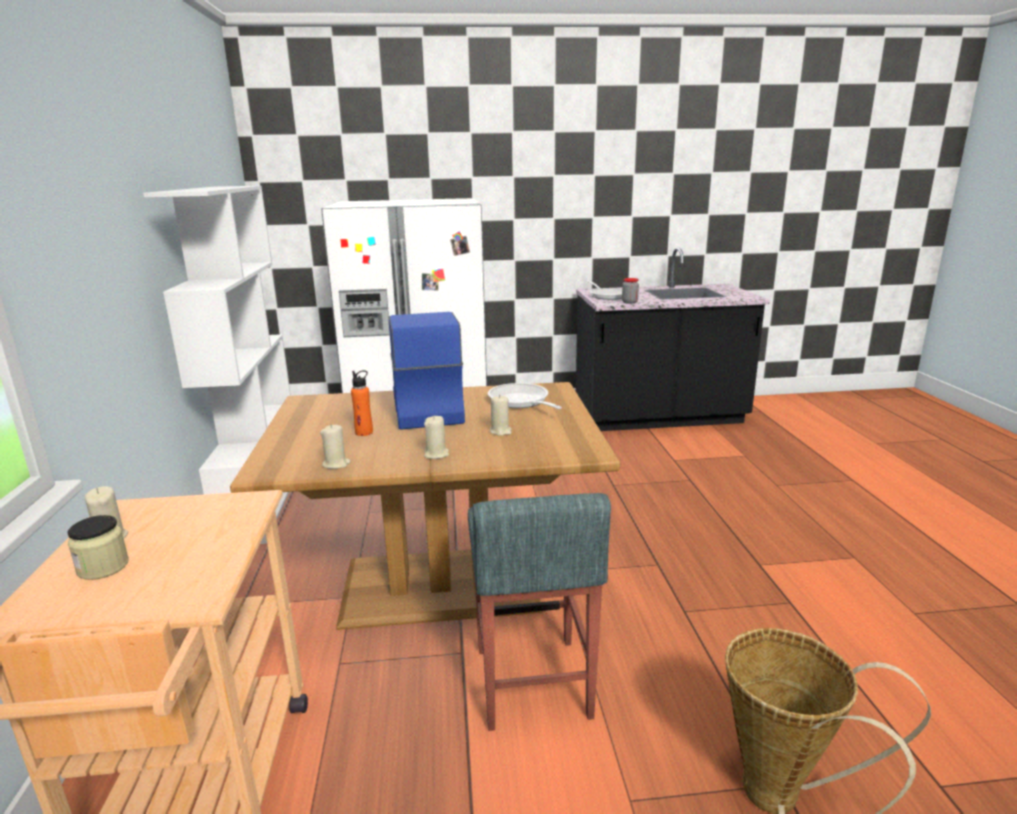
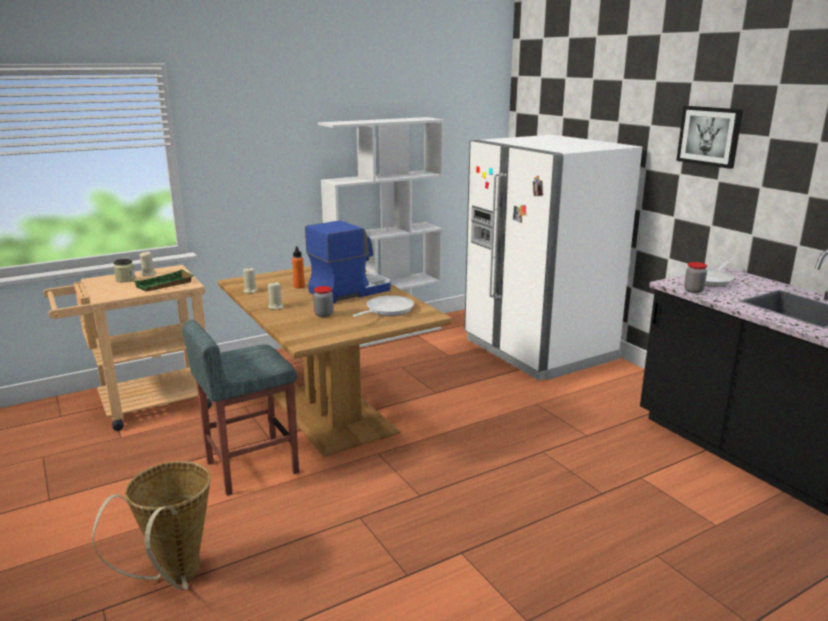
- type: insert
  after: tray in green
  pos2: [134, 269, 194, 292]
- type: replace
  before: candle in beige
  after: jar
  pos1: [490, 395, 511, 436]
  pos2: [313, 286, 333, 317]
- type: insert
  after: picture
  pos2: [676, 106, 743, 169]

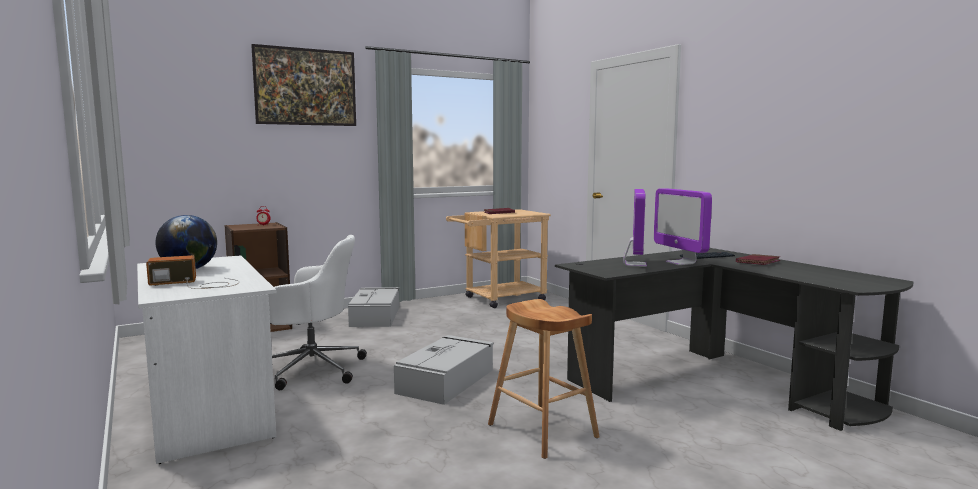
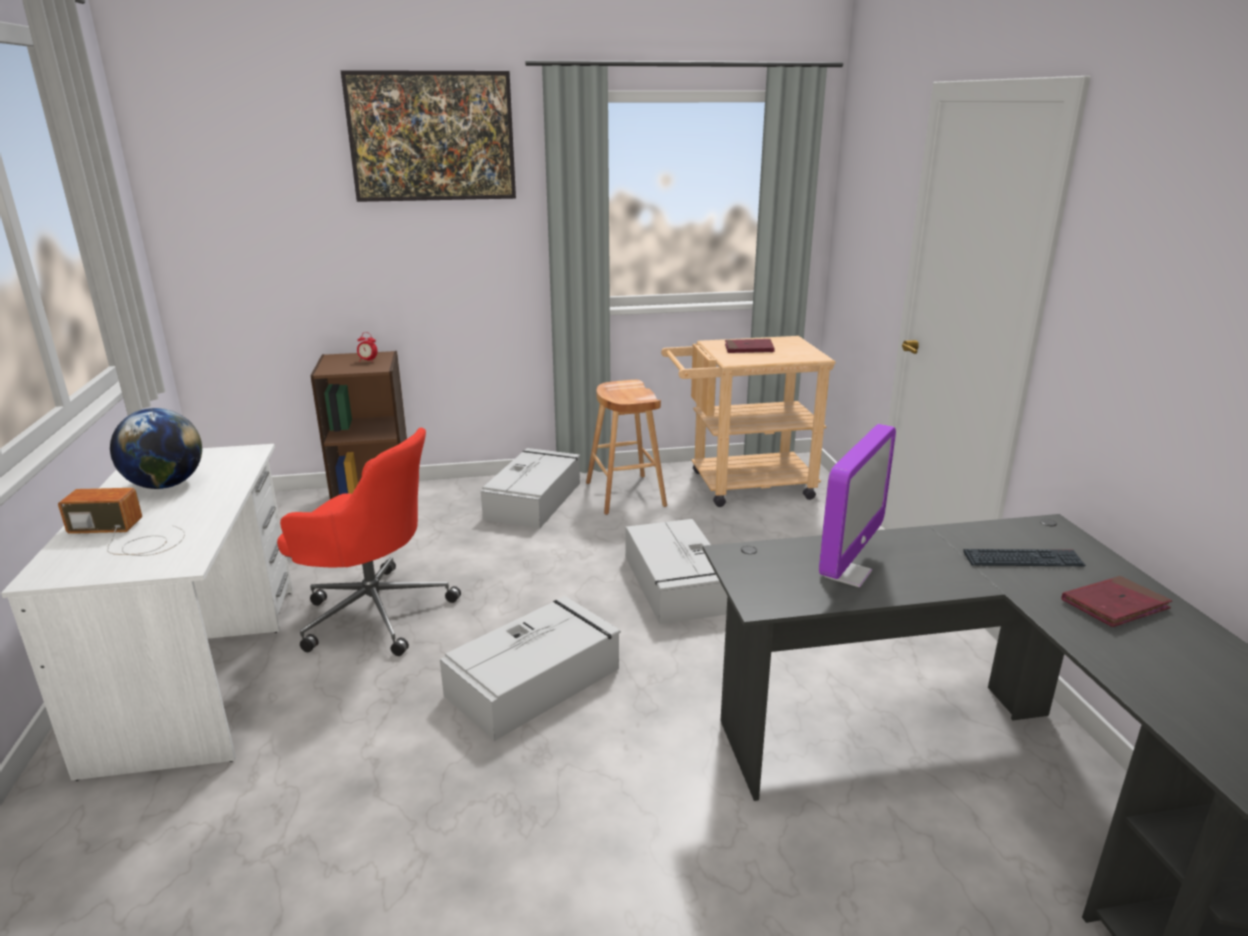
- type: recolor
  before: office chair in white
  after: office chair in red
  pos1: [268, 235, 367, 390]
  pos2: [277, 428, 461, 656]
- type: move
  before: stool in brown
  pos1: [488, 299, 600, 459]
  pos2: [586, 380, 667, 515]
- type: insert
  after: storage box in grey
  pos2: [626, 519, 727, 624]
- type: delete
  before: monitor
  pos1: [654, 188, 712, 265]

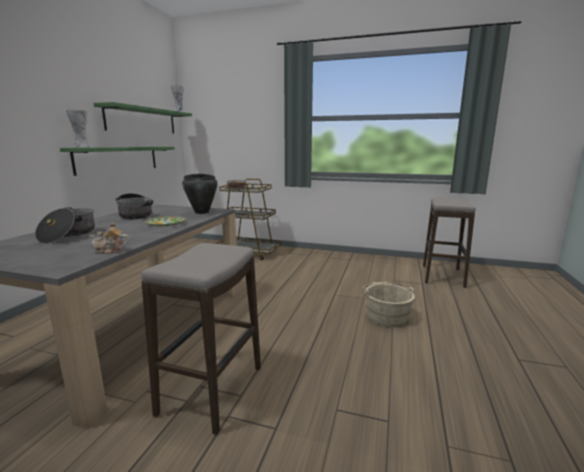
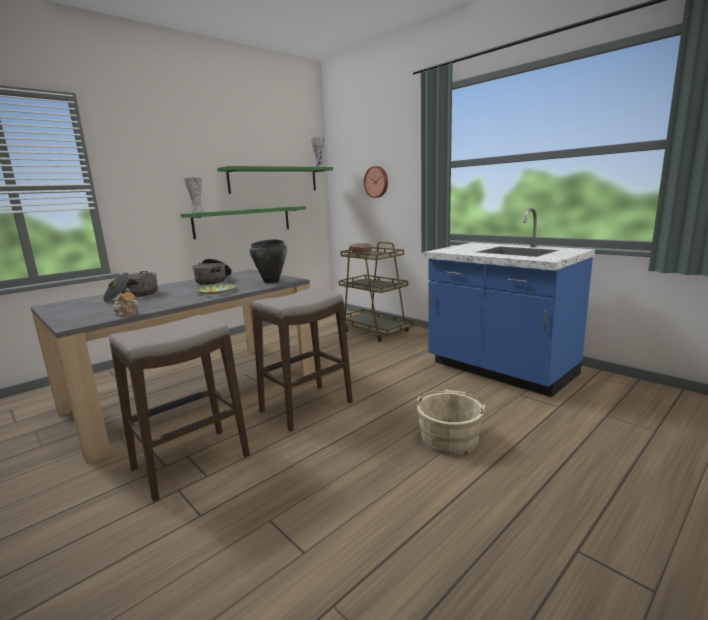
- type: move
  before: stool
  pos1: [423, 198, 476, 288]
  pos2: [252, 288, 353, 432]
- type: insert
  after: wall clock
  pos2: [364, 166, 388, 198]
- type: insert
  after: counter in blue
  pos2: [424, 208, 595, 397]

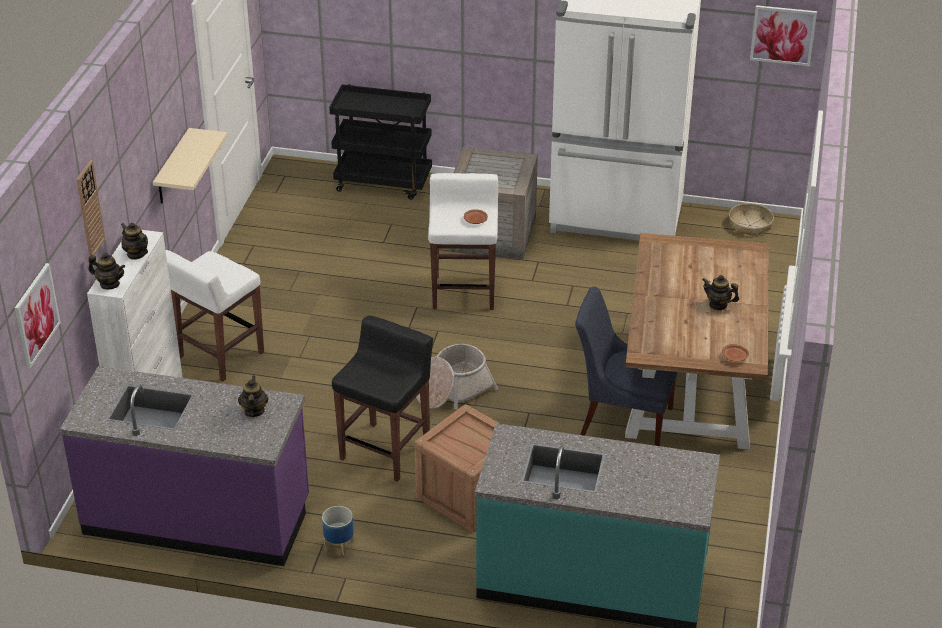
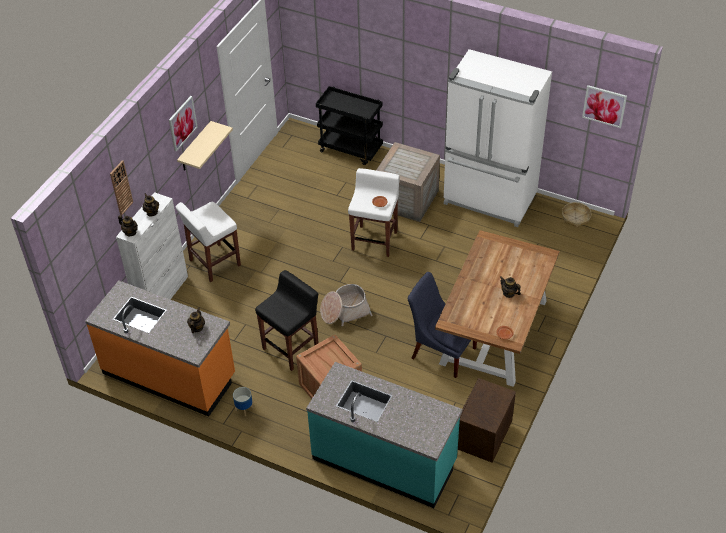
- type: recolor
  before: counter in purple
  after: counter in orange
  pos1: [60, 366, 309, 566]
  pos2: [85, 280, 235, 416]
- type: move
  before: picture
  pos1: [15, 263, 61, 368]
  pos2: [169, 96, 197, 152]
- type: insert
  after: nightstand in brown
  pos2: [458, 378, 516, 463]

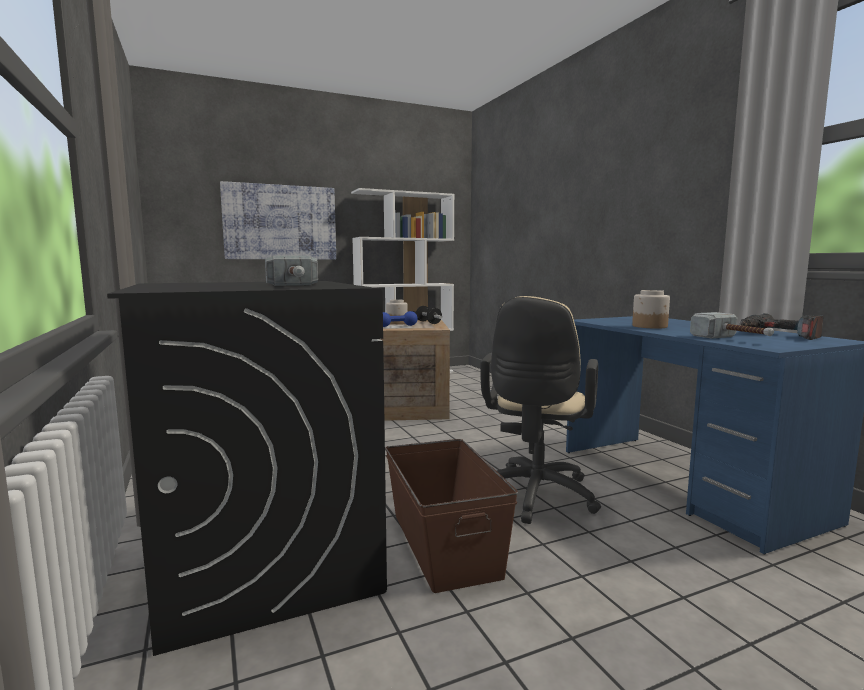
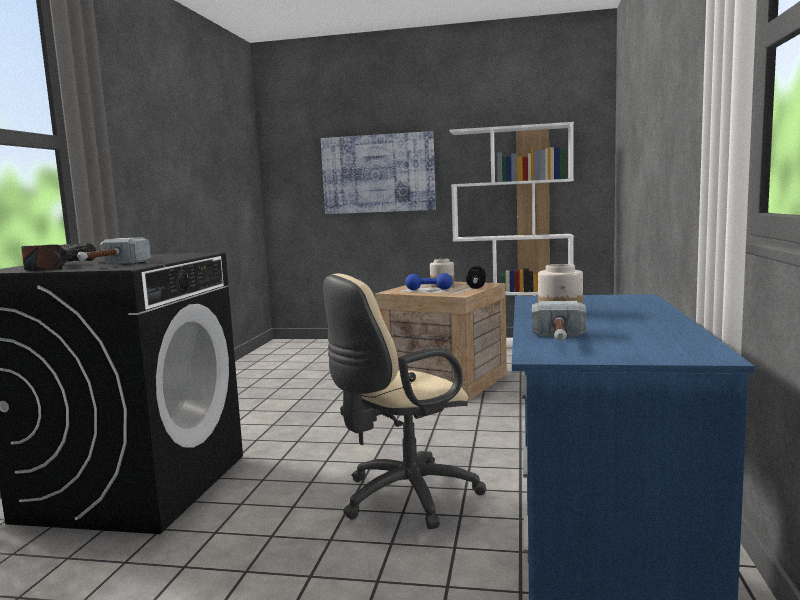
- type: move
  before: power drill
  pos1: [740, 313, 823, 340]
  pos2: [21, 243, 96, 270]
- type: delete
  before: storage box in brown
  pos1: [385, 439, 518, 593]

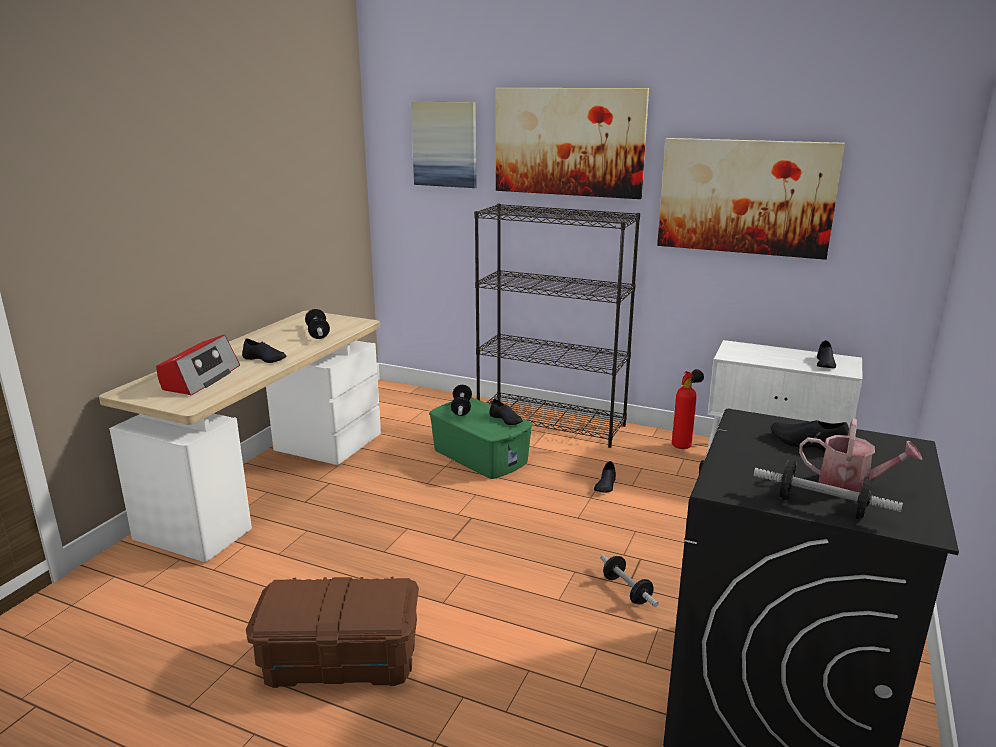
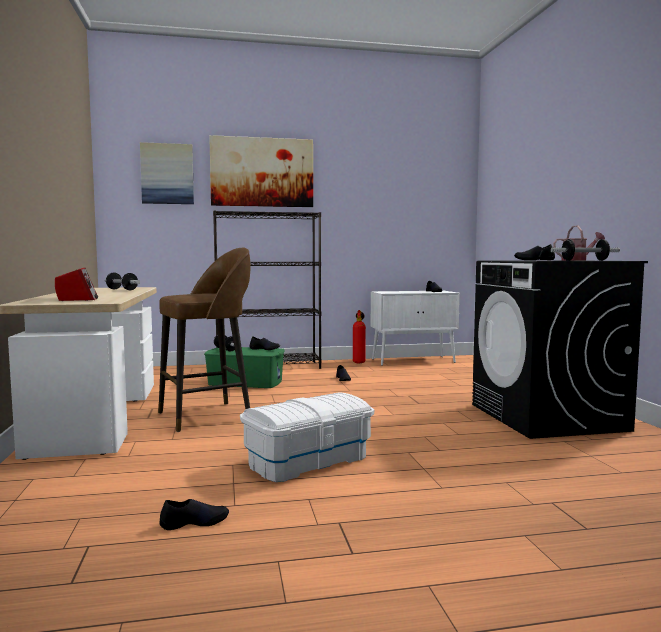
- type: insert
  after: stool in brown
  pos2: [158, 248, 251, 432]
- type: move
  before: shoe in black
  pos1: [242, 338, 286, 363]
  pos2: [159, 499, 229, 530]
- type: recolor
  before: storage box in brown
  after: storage box in white
  pos1: [246, 577, 419, 688]
  pos2: [240, 392, 374, 482]
- type: delete
  before: dumbbell
  pos1: [600, 554, 659, 607]
- type: delete
  before: picture
  pos1: [657, 138, 845, 260]

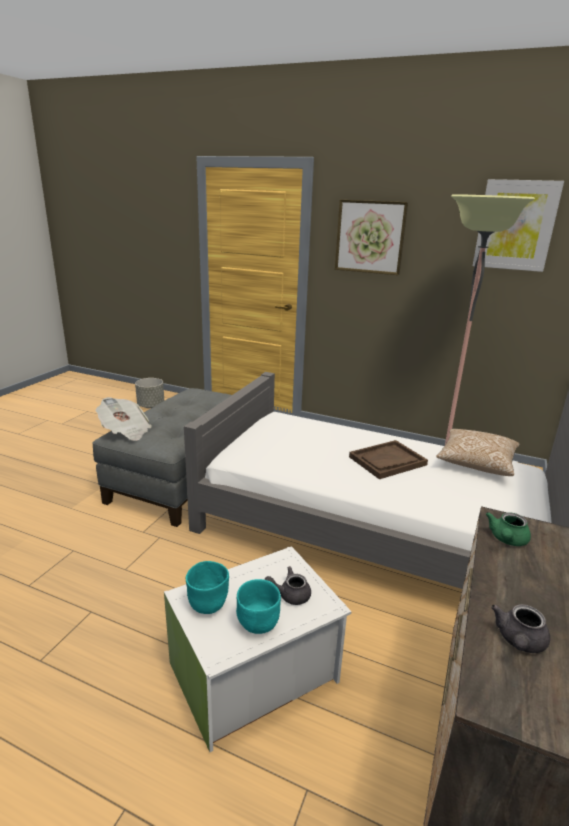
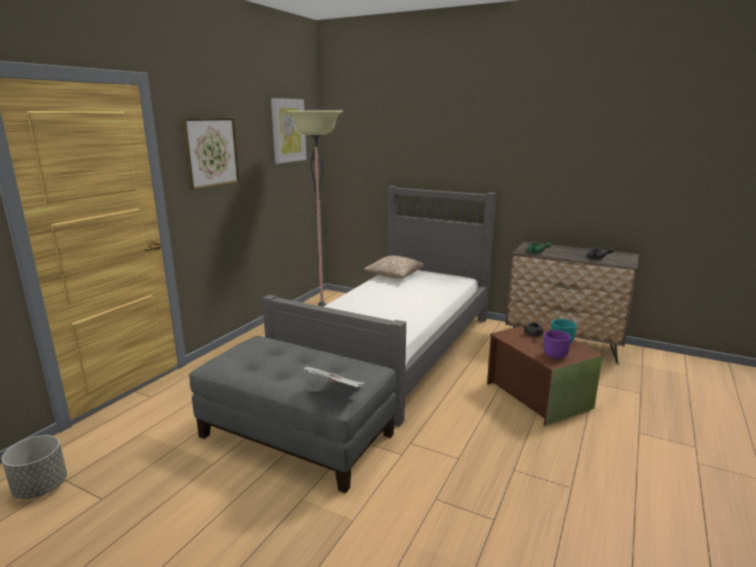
- type: recolor
  before: storage box in white
  after: storage box in brown
  pos1: [164, 546, 352, 752]
  pos2: [487, 324, 603, 426]
- type: recolor
  before: bowl in turquoise
  after: bowl in purple
  pos1: [186, 561, 229, 614]
  pos2: [544, 330, 571, 359]
- type: delete
  before: tray in brown
  pos1: [349, 440, 428, 479]

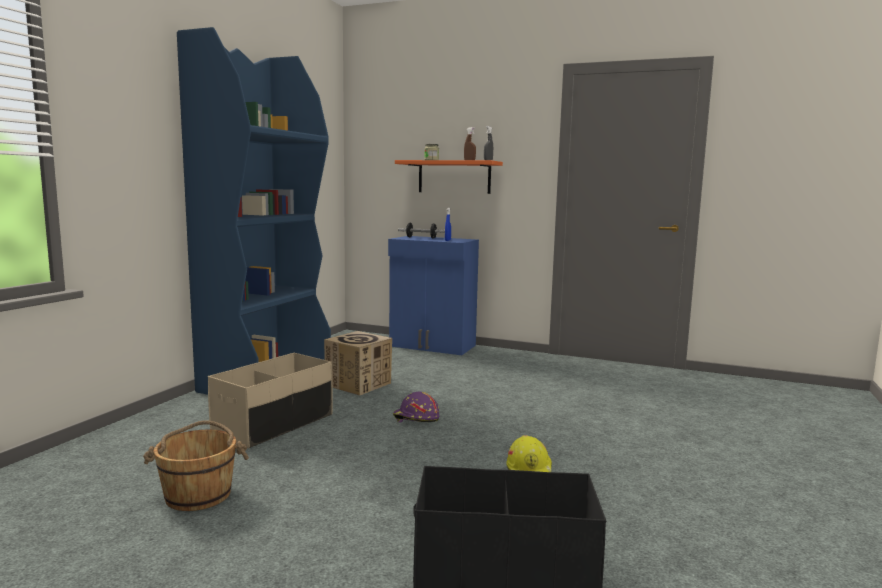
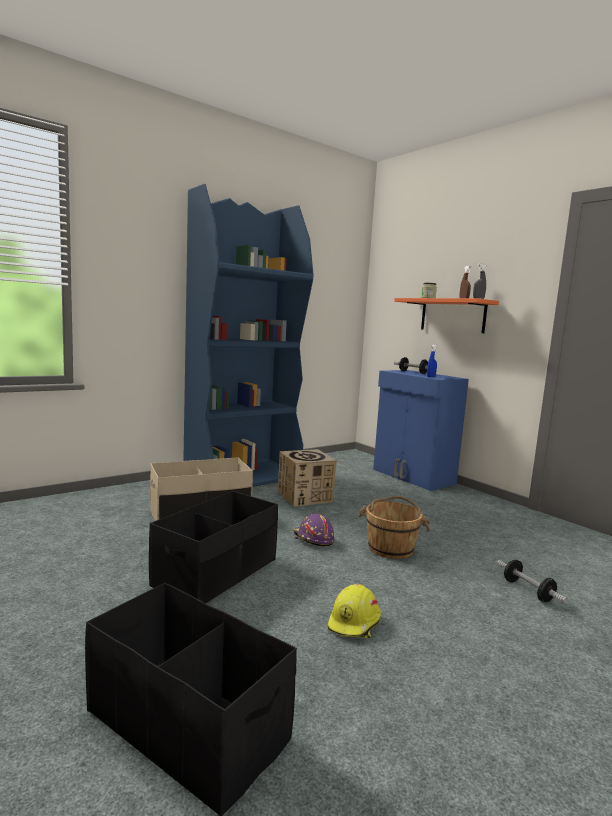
- type: insert
  after: storage box in black
  pos2: [149, 491, 278, 603]
- type: move
  before: bucket in brown
  pos1: [143, 420, 249, 511]
  pos2: [359, 496, 430, 559]
- type: insert
  after: dumbbell
  pos2: [497, 560, 567, 603]

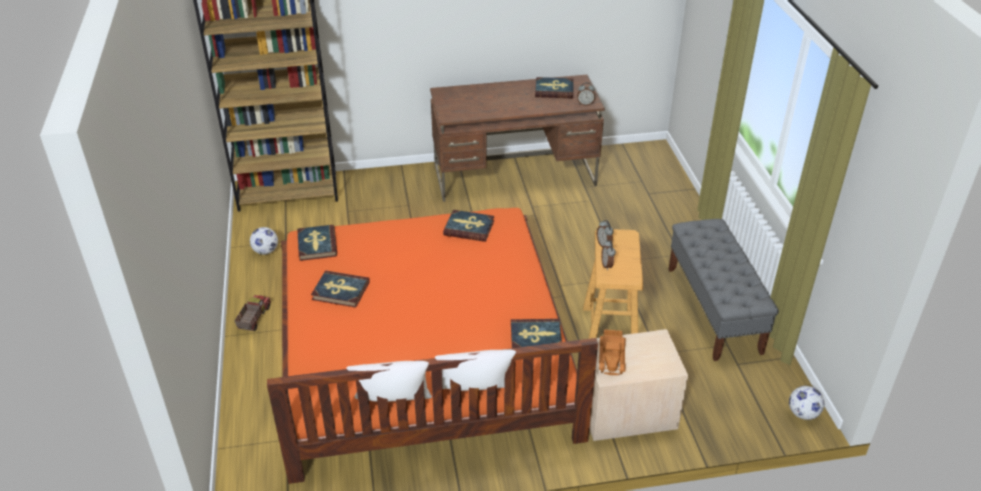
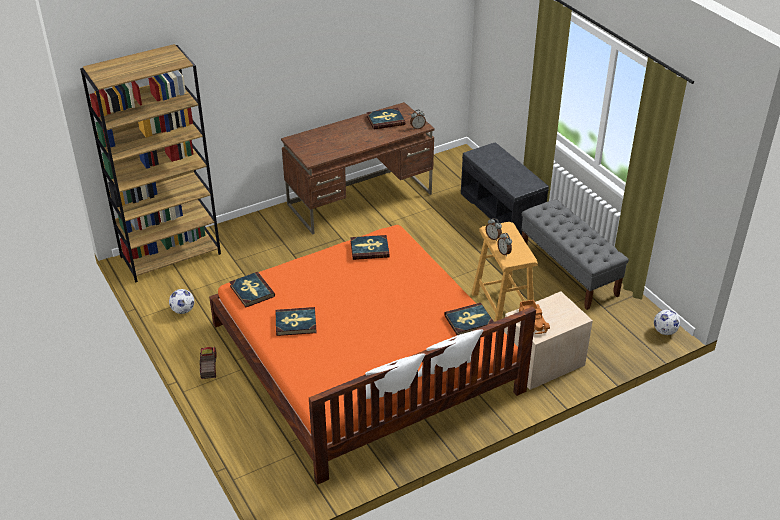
- type: insert
  after: bench in grey
  pos2: [461, 142, 549, 235]

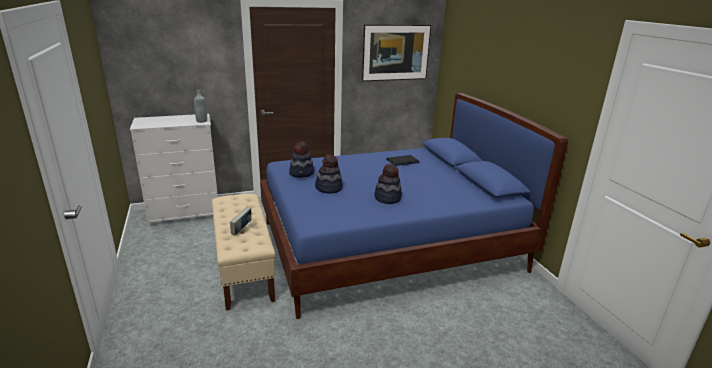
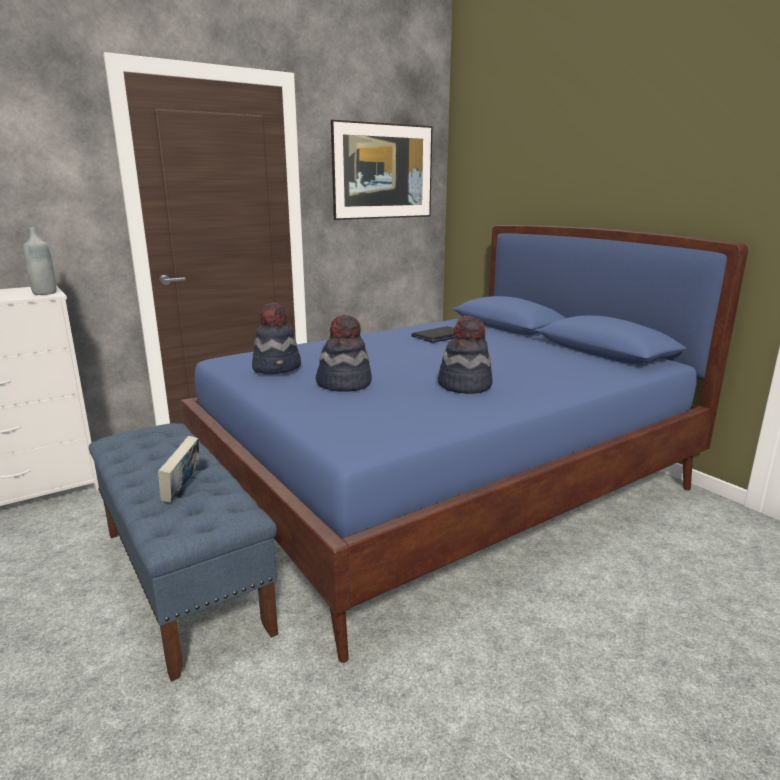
- type: recolor
  before: bench in beige
  after: bench in blue
  pos1: [212, 194, 275, 311]
  pos2: [89, 423, 278, 682]

